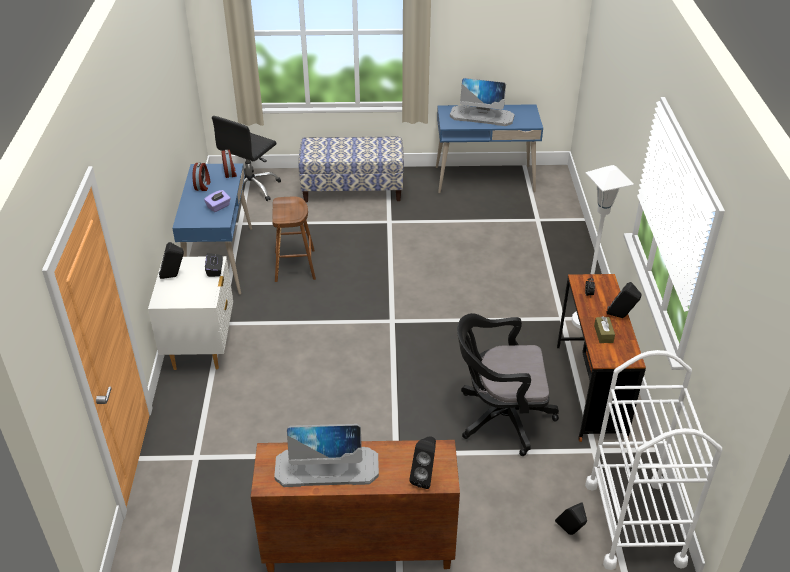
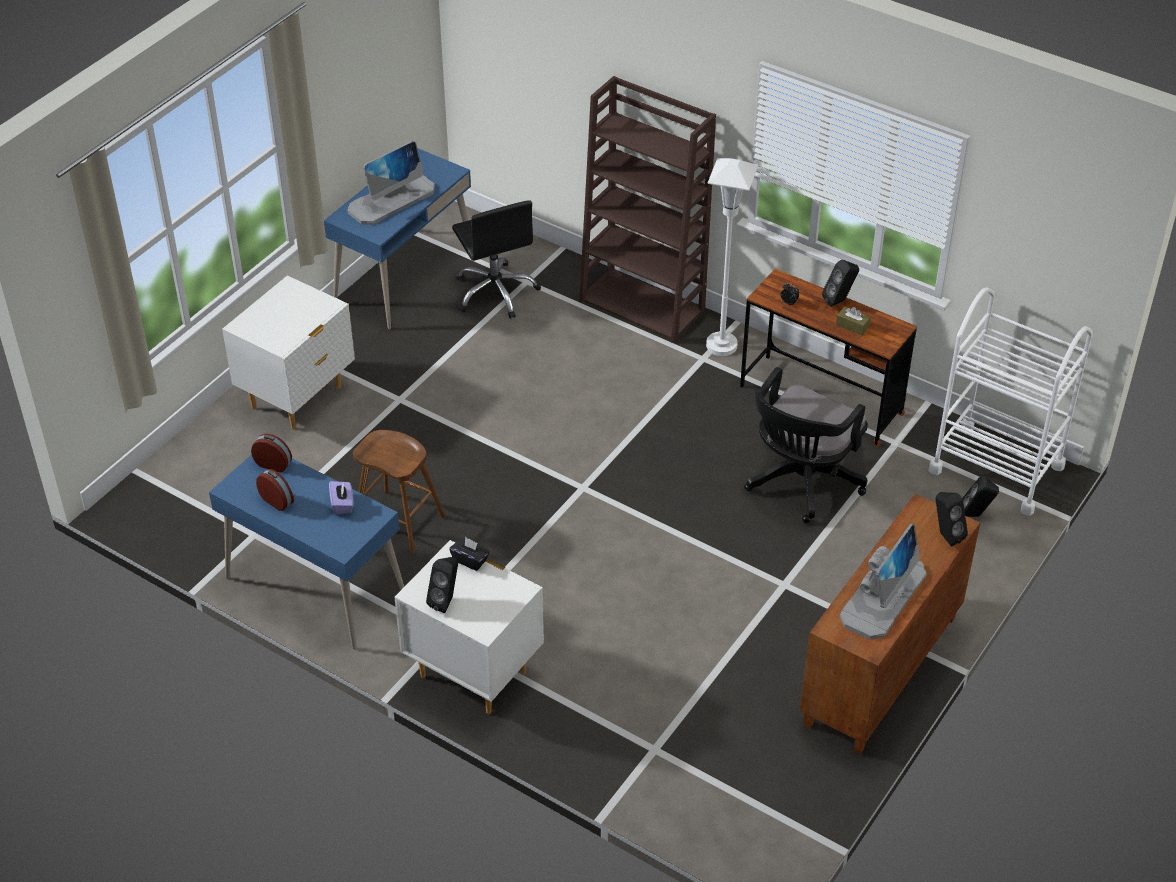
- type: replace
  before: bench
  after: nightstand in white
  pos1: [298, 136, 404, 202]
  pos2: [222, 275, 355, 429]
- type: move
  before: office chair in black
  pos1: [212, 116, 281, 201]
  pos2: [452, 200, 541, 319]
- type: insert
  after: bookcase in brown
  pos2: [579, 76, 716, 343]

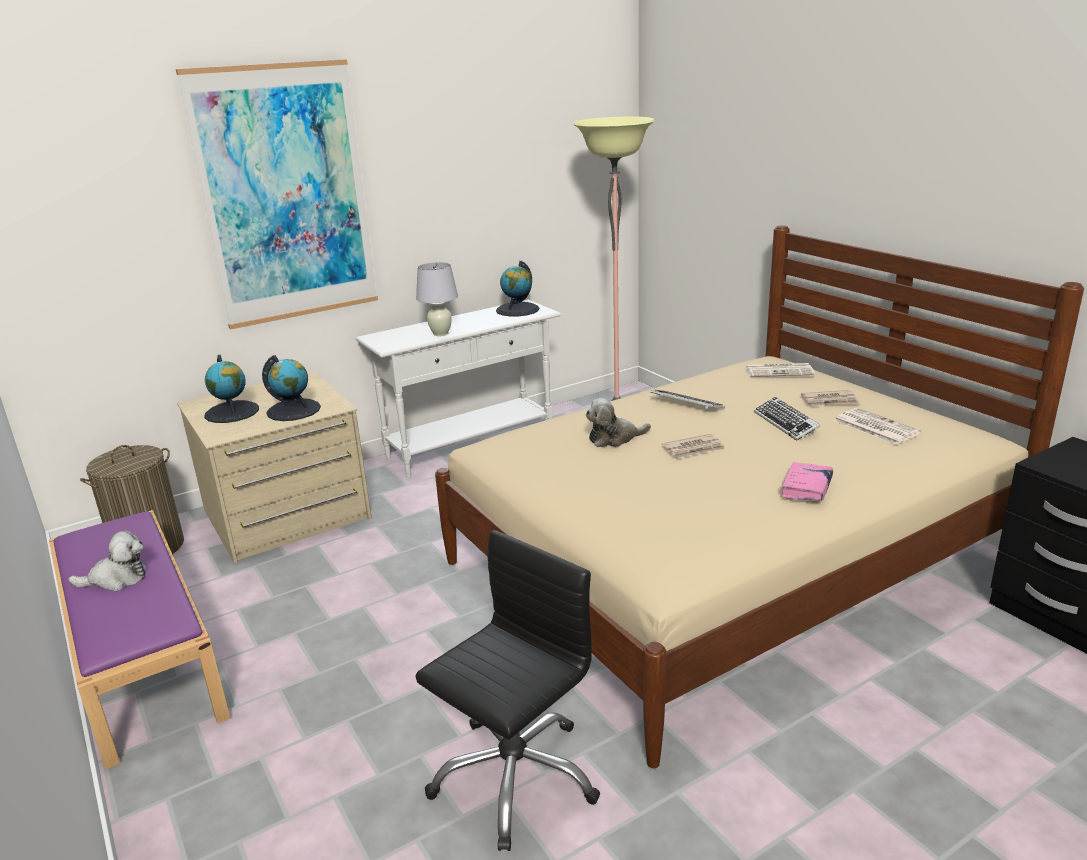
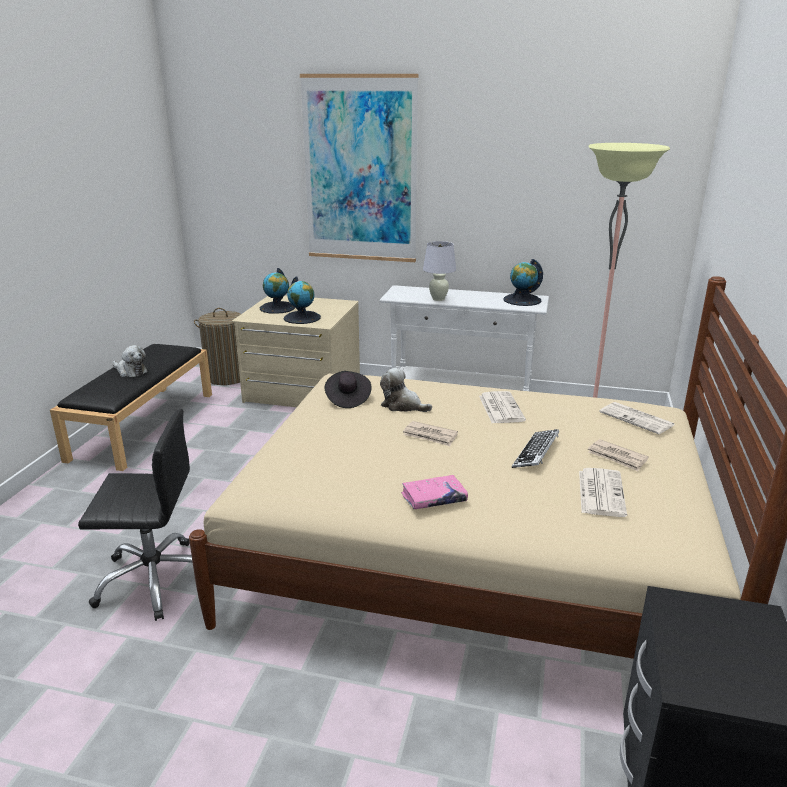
- type: recolor
  before: bench in purple
  after: bench in black
  pos1: [49, 510, 230, 769]
  pos2: [50, 344, 212, 471]
- type: insert
  after: hat in black
  pos2: [325, 371, 372, 408]
- type: replace
  before: keyboard
  after: newspaper
  pos1: [650, 390, 725, 409]
  pos2: [479, 391, 526, 423]

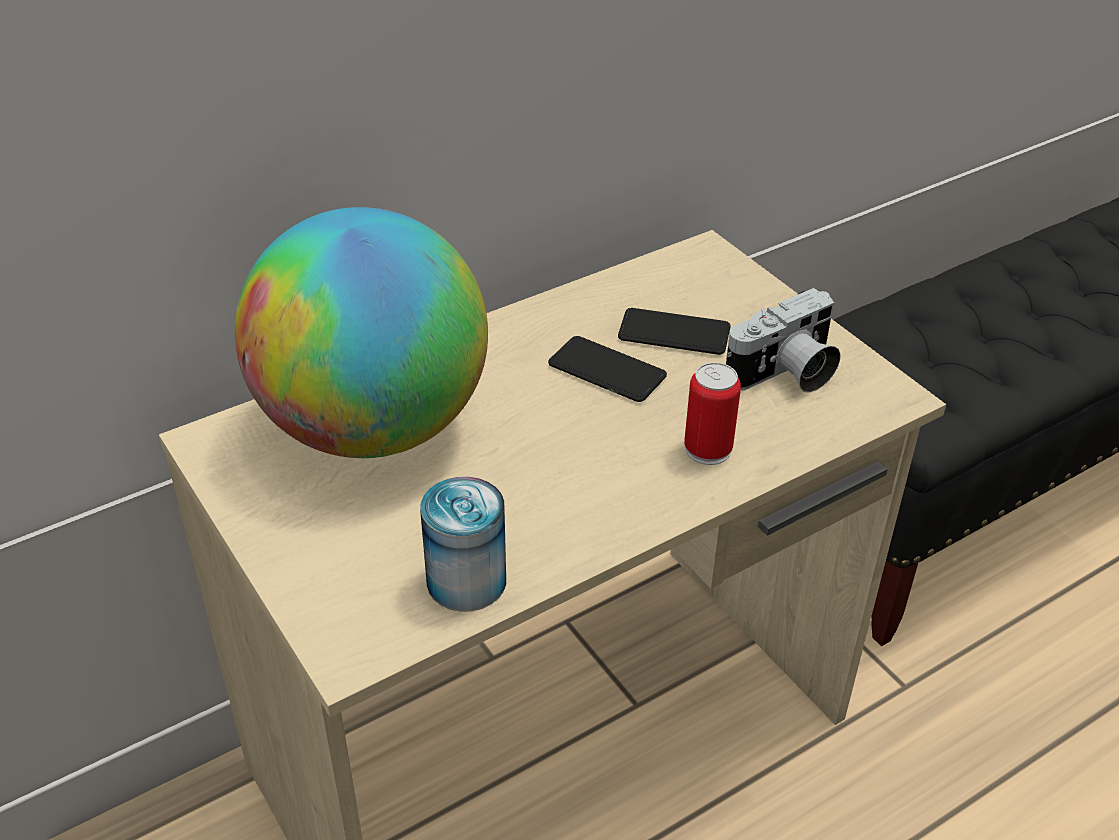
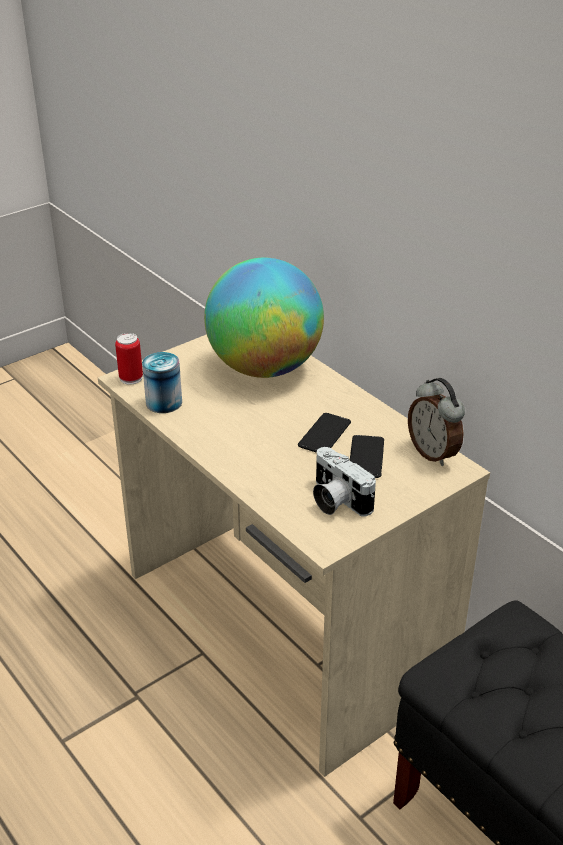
- type: move
  before: can
  pos1: [684, 362, 741, 465]
  pos2: [115, 333, 143, 385]
- type: insert
  after: alarm clock
  pos2: [408, 378, 465, 466]

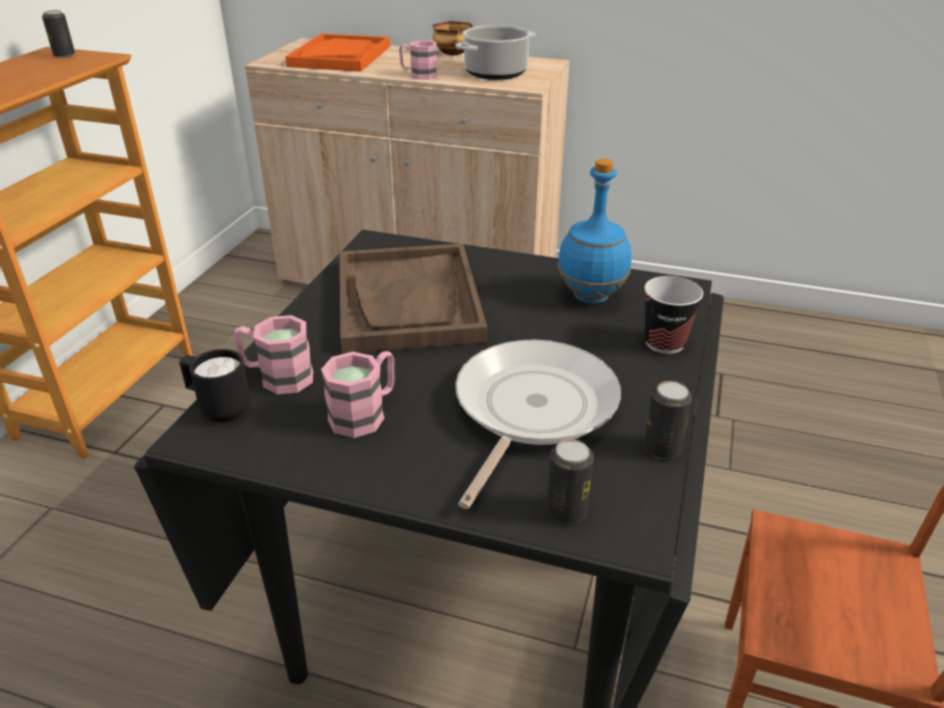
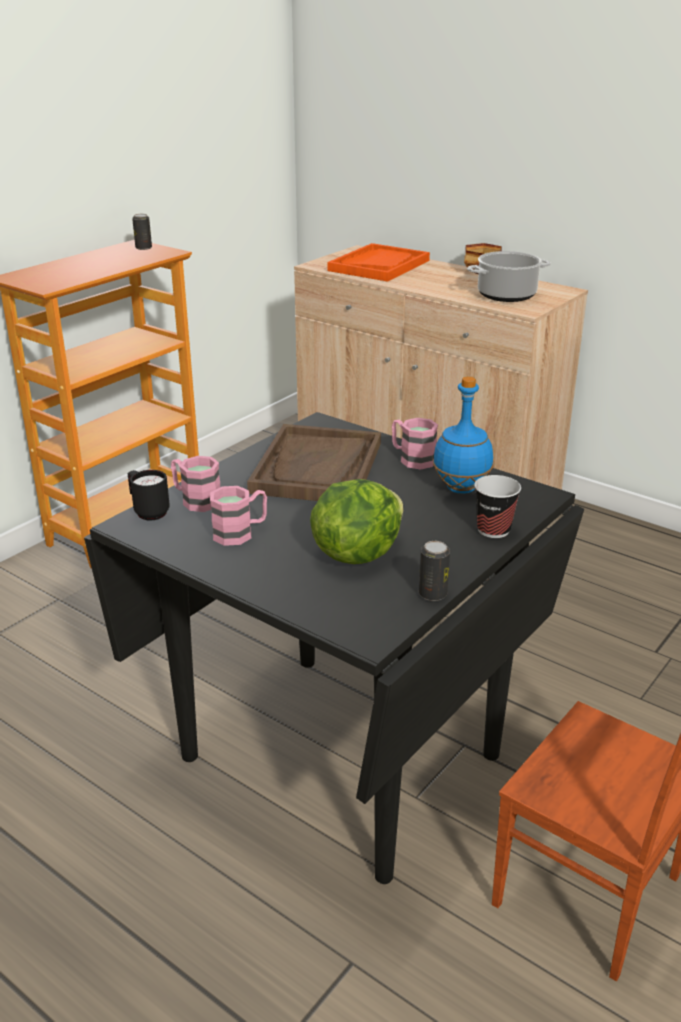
- type: replace
  before: frying pan
  after: lettuce
  pos1: [455, 340, 621, 509]
  pos2: [310, 479, 403, 564]
- type: move
  before: mug in pink
  pos1: [399, 40, 437, 80]
  pos2: [392, 418, 438, 470]
- type: delete
  before: can
  pos1: [547, 439, 594, 524]

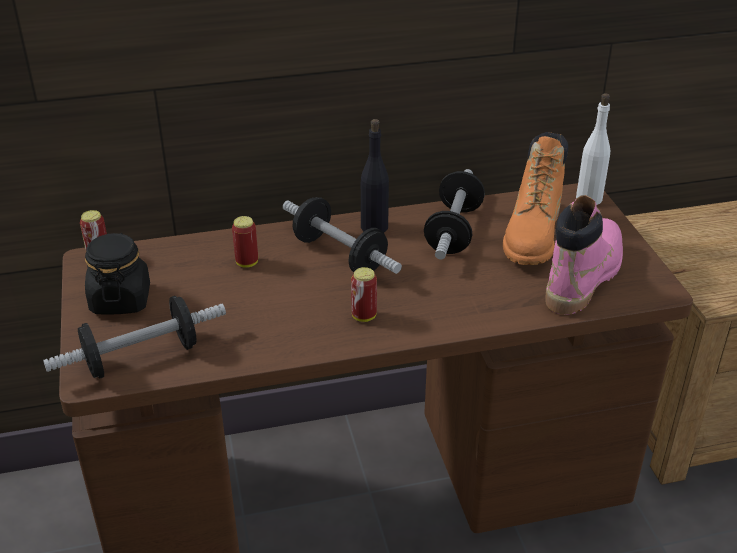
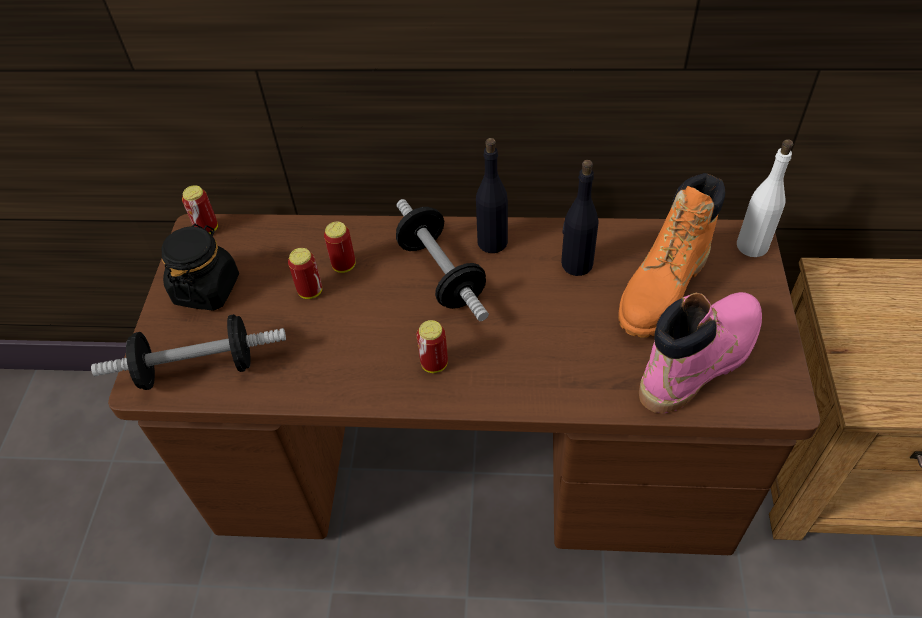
- type: insert
  after: can
  pos2: [288, 248, 322, 299]
- type: replace
  before: dumbbell
  after: bottle in black
  pos1: [424, 169, 485, 260]
  pos2: [561, 160, 598, 276]

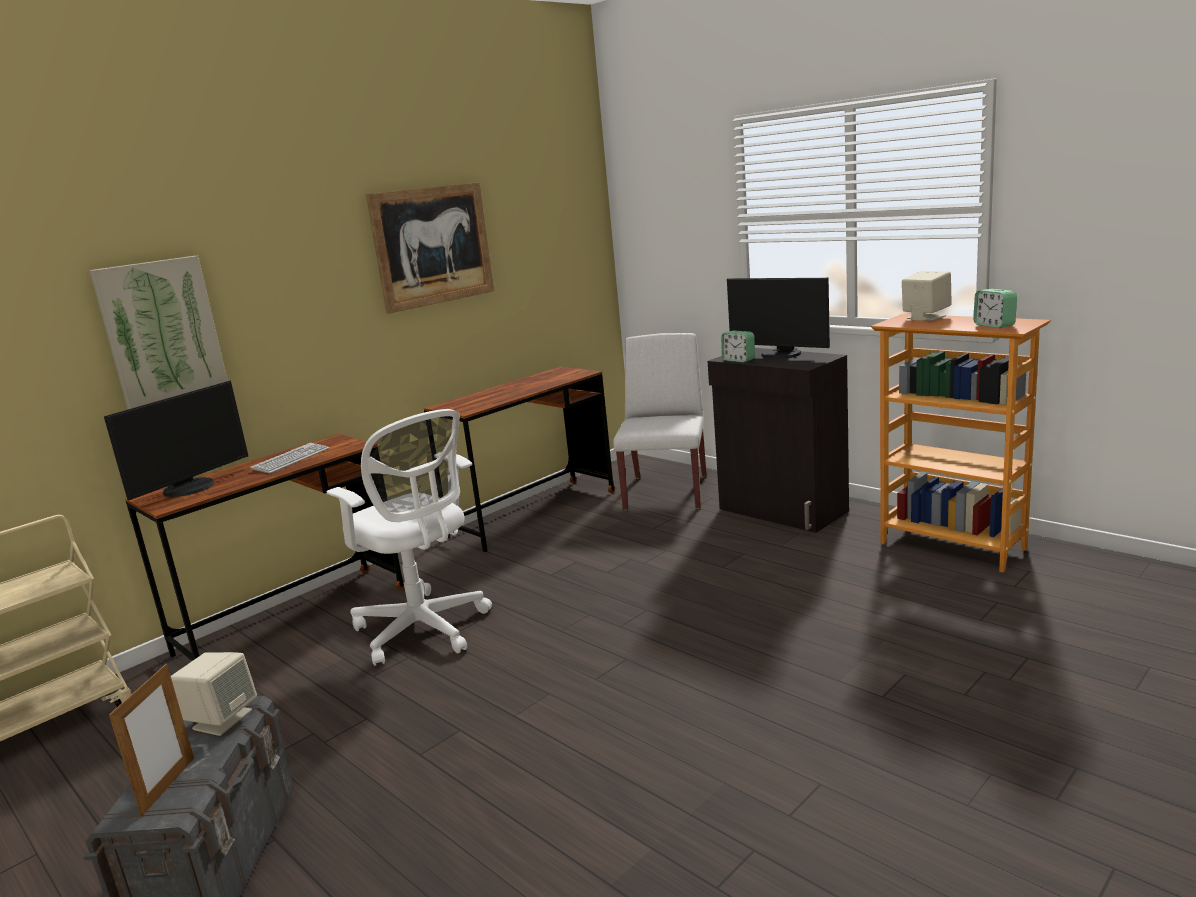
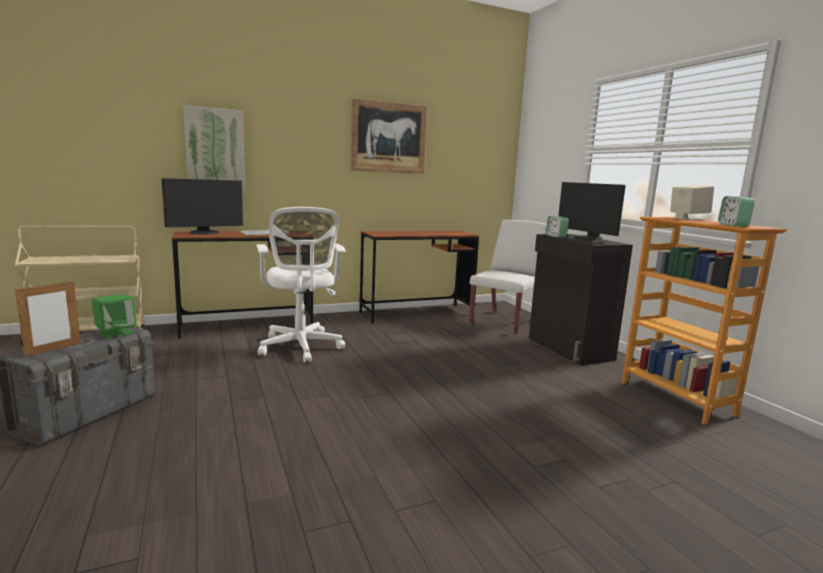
- type: recolor
  before: speaker in beige
  after: speaker in green
  pos1: [171, 652, 257, 736]
  pos2: [92, 294, 137, 339]

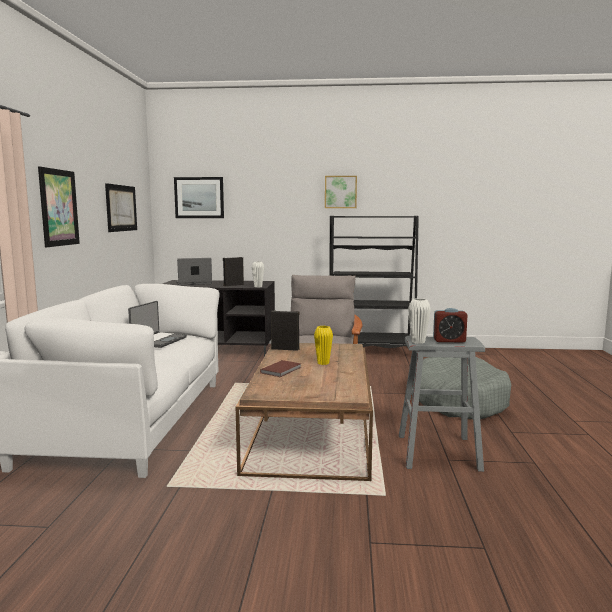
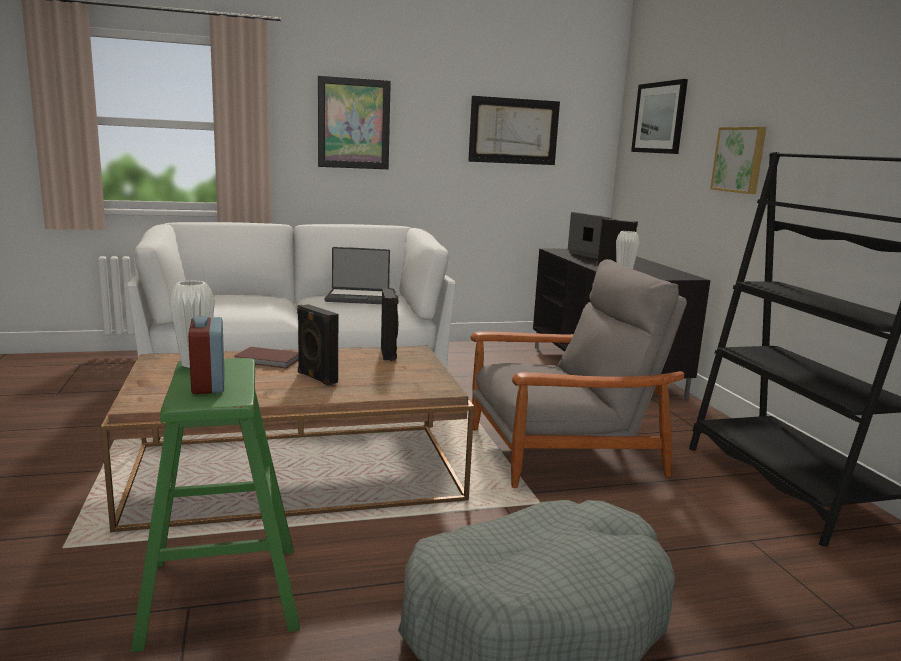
- type: recolor
  before: stool in grey
  after: stool in green
  pos1: [399, 336, 485, 472]
  pos2: [131, 358, 300, 652]
- type: replace
  before: vase in yellow
  after: speaker in black
  pos1: [314, 326, 333, 365]
  pos2: [297, 304, 338, 386]
- type: move
  before: picture
  pos1: [325, 176, 357, 208]
  pos2: [710, 127, 766, 194]

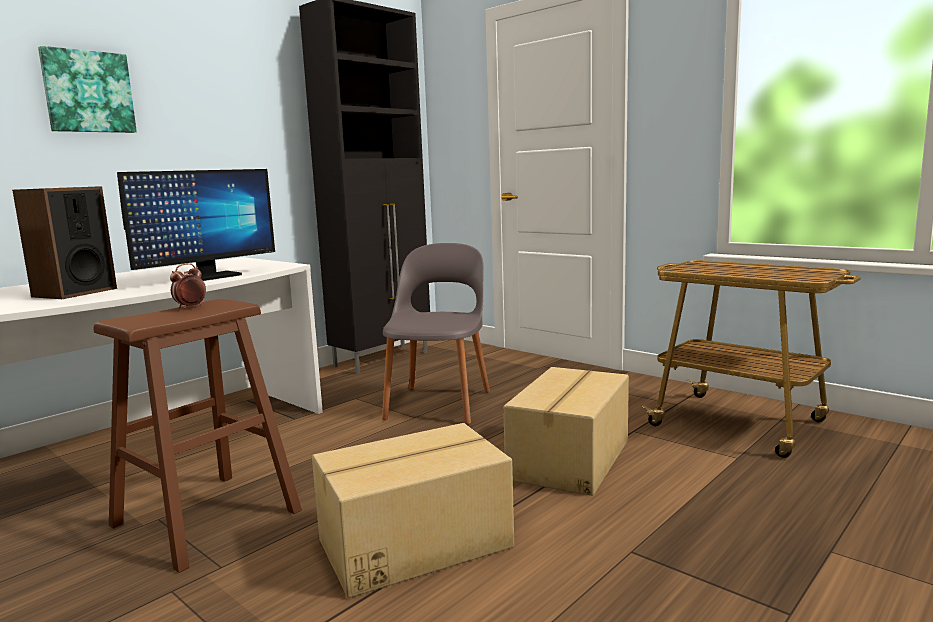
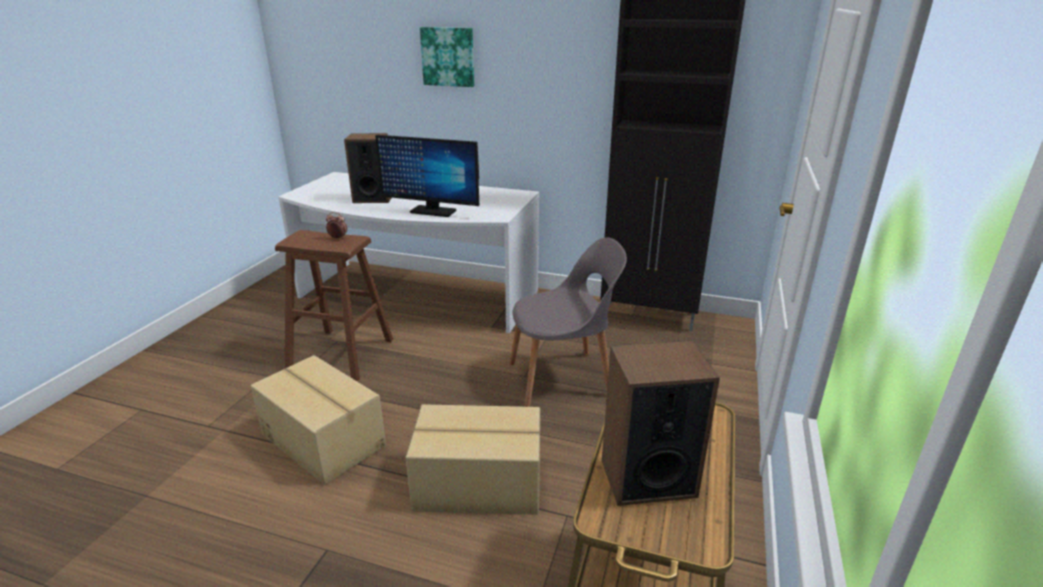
- type: insert
  after: speaker
  pos2: [602, 341, 720, 506]

